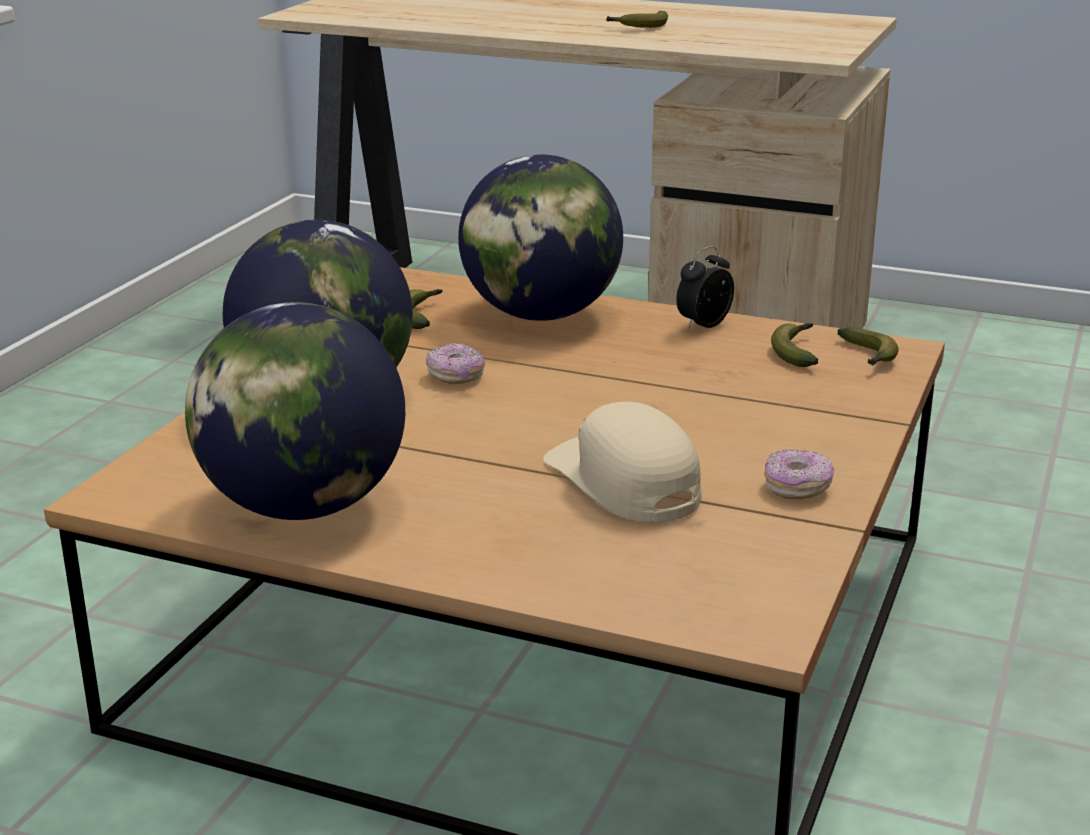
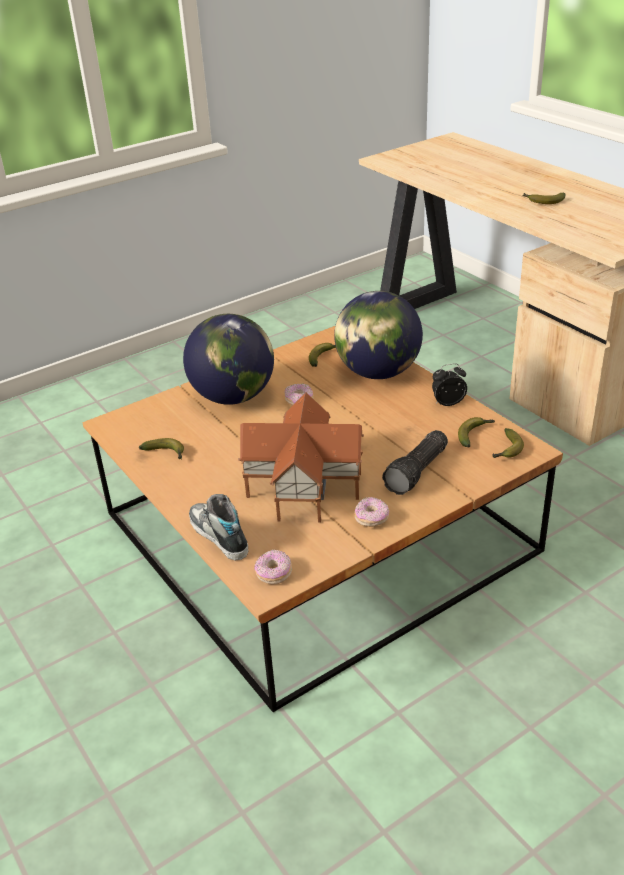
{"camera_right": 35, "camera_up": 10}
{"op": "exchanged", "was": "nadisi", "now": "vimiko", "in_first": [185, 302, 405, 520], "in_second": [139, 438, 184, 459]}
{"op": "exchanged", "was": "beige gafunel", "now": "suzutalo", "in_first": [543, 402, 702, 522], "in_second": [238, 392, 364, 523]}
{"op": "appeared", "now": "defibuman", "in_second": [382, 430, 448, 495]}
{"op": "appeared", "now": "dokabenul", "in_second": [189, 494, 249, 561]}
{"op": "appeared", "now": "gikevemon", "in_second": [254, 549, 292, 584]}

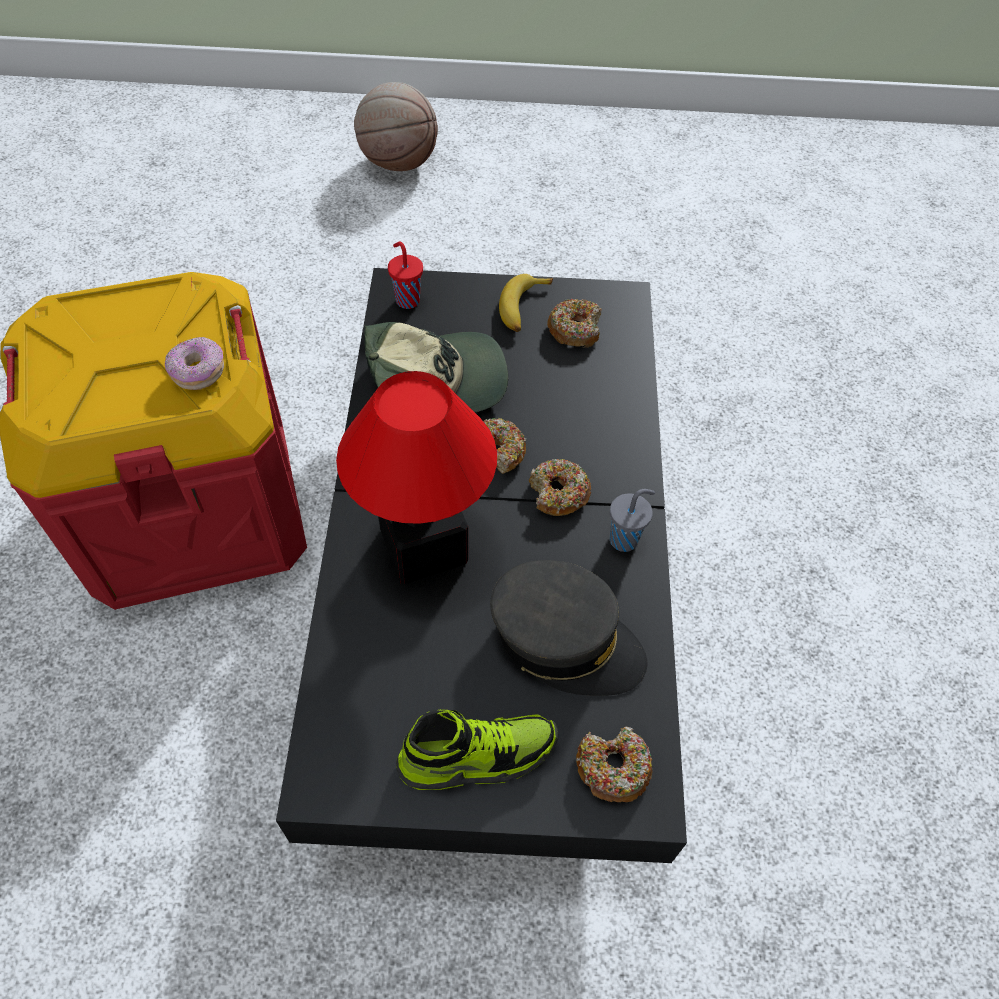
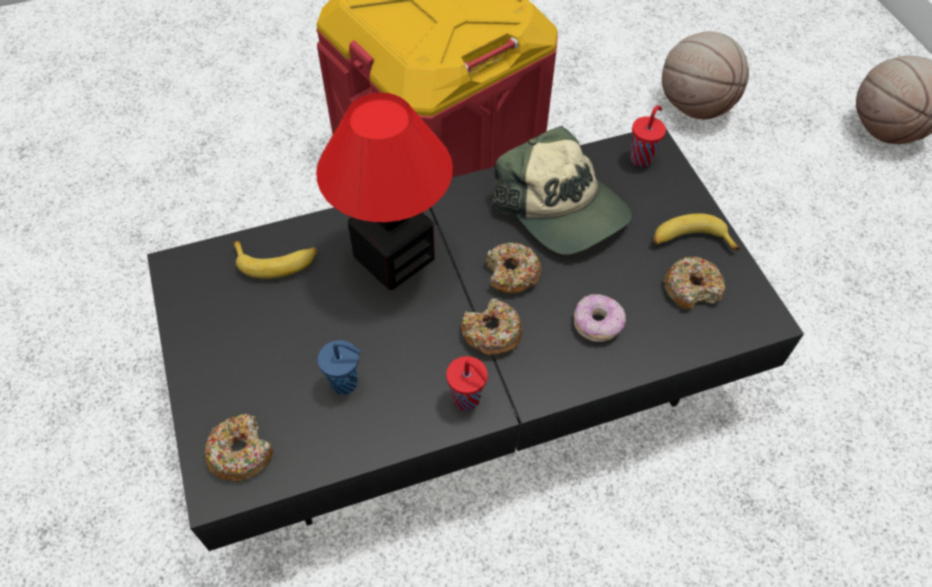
{"camera_right": 70, "camera_up": 0}
{"op": "relocated", "was": "gikevemon", "in_first": [165, 337, 224, 390], "in_second": [574, 294, 626, 342]}
{"op": "colour", "was": "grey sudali", "now": "red sudali", "in_first": [610, 489, 655, 552], "in_second": [446, 356, 488, 411]}
{"op": "exchanged", "was": "grey gafunel", "now": "blue sudali", "in_first": [490, 560, 647, 696], "in_second": [317, 340, 361, 395]}
{"op": "missing", "was": "dokabenul", "in_first": [396, 709, 558, 790]}
{"op": "appeared", "now": "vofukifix", "in_second": [662, 31, 749, 119]}
{"op": "appeared", "now": "vimiko", "in_second": [233, 241, 318, 279]}

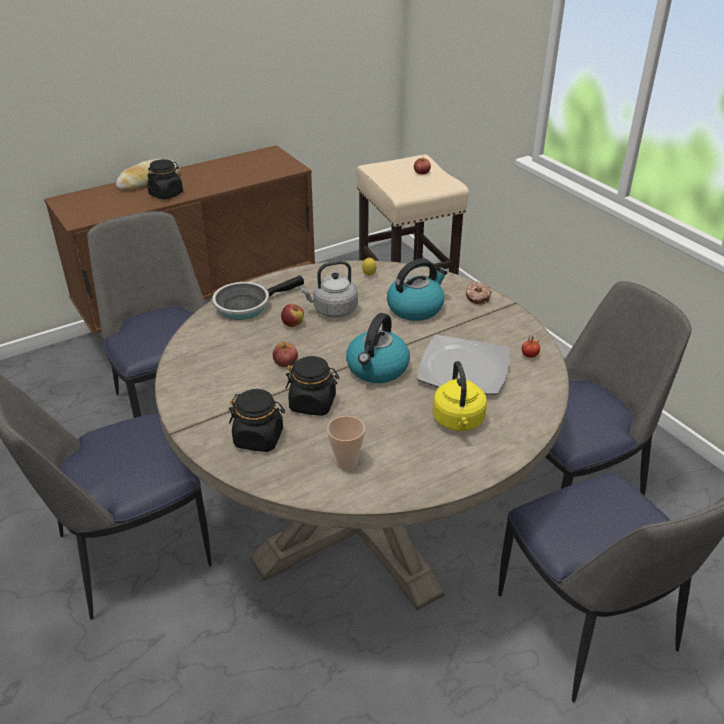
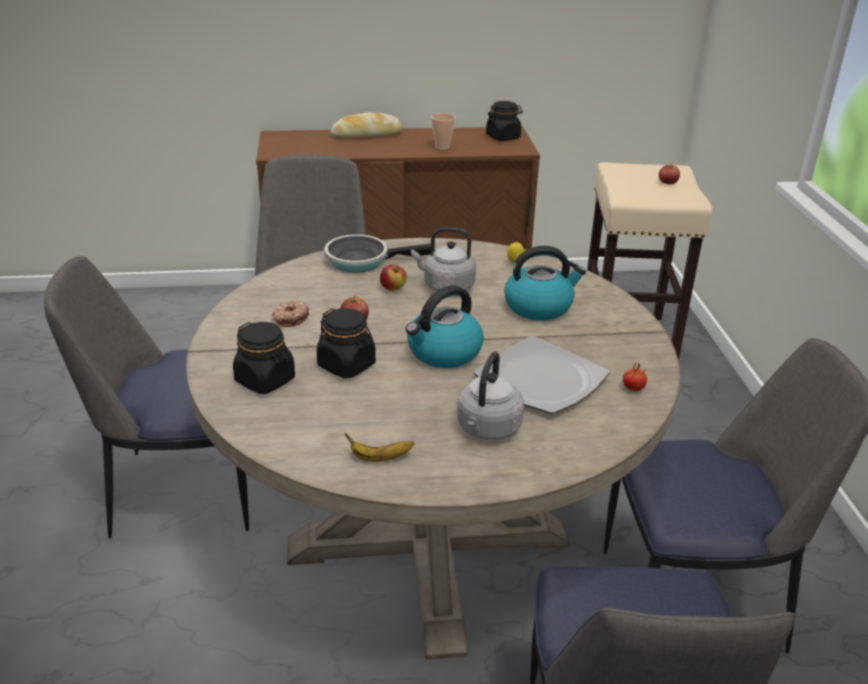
{"camera_right": 25, "camera_up": -5}
{"op": "relocated", "was": "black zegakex", "in_first": [147, 159, 183, 200], "in_second": [486, 101, 523, 141]}
{"op": "relocated", "was": "gikevemon", "in_first": [466, 283, 491, 305], "in_second": [272, 300, 309, 327]}
{"op": "colour", "was": "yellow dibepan", "now": "grey dibepan", "in_first": [433, 361, 487, 431], "in_second": [457, 352, 524, 440]}
{"op": "relocated", "was": "sudali", "in_first": [327, 416, 365, 471], "in_second": [431, 113, 456, 150]}
{"op": "appeared", "now": "vimiko", "in_second": [345, 433, 414, 462]}

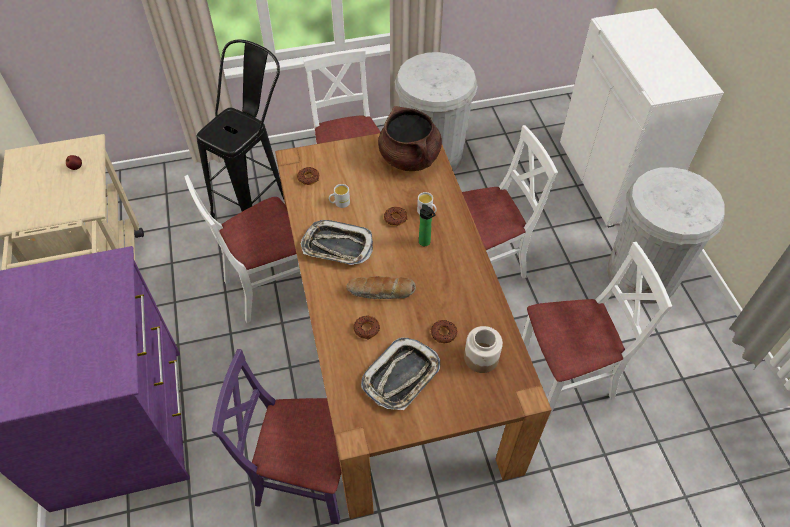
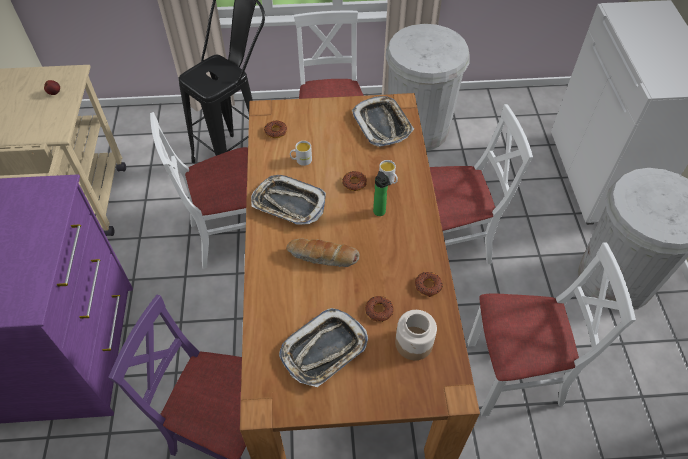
{"camera_right": 10, "camera_up": 0}
{"op": "exchanged", "was": "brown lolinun", "now": "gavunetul", "in_first": [378, 106, 442, 171], "in_second": [352, 96, 414, 147]}
{"op": "relocated", "was": "gikevemon", "in_first": [353, 316, 380, 340], "in_second": [415, 272, 443, 297]}

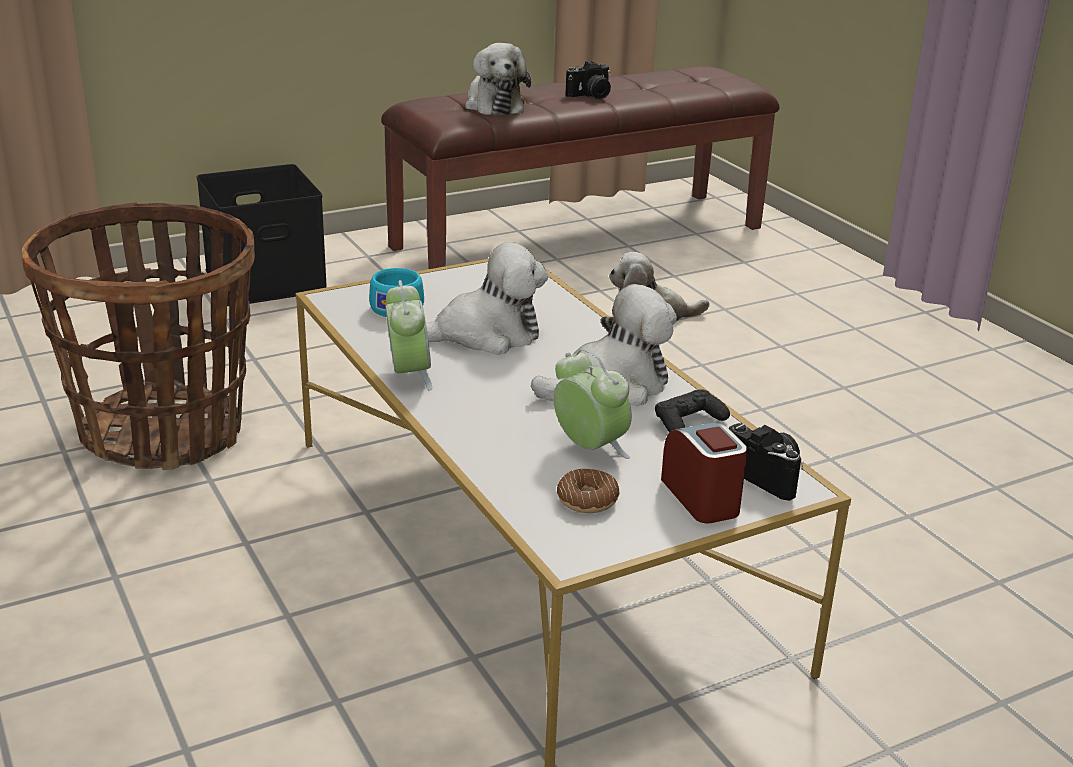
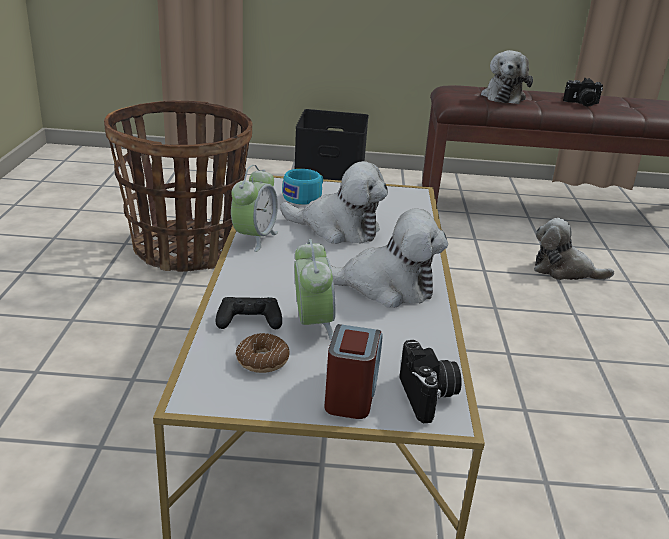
{"camera_right": 30, "camera_up": 0}
{"op": "relocated", "was": "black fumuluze", "in_first": [655, 389, 730, 432], "in_second": [216, 297, 282, 329]}

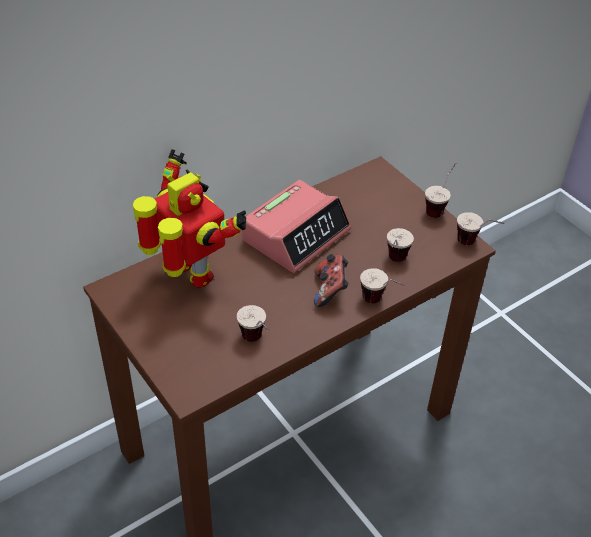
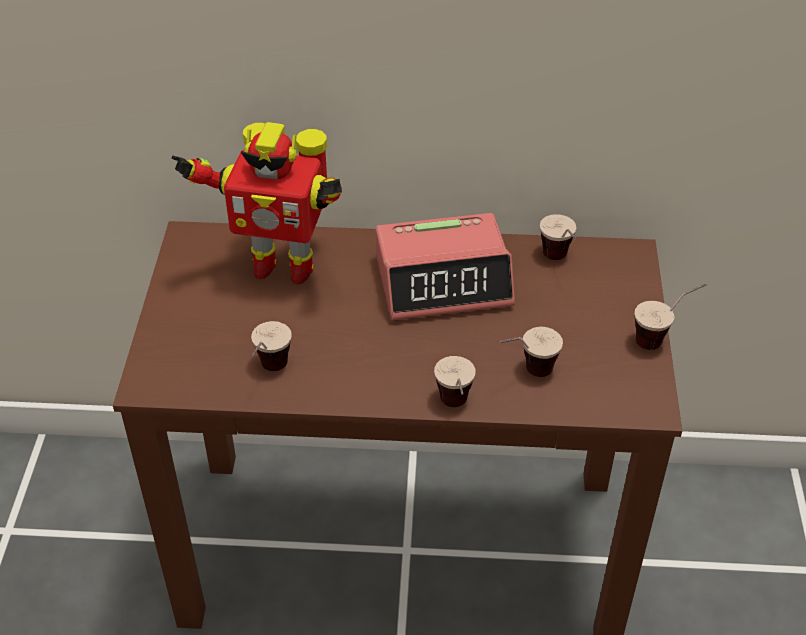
{"camera_right": 40, "camera_up": 0}
{"op": "spun", "was": "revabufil", "in_first": [133, 149, 246, 288], "in_second": [172, 122, 342, 285], "clockwise": 105}
{"op": "relocated", "was": "sudali", "in_first": [457, 212, 504, 245], "in_second": [540, 214, 576, 260]}
{"op": "missing", "was": "fumuluze", "in_first": [314, 254, 349, 307]}

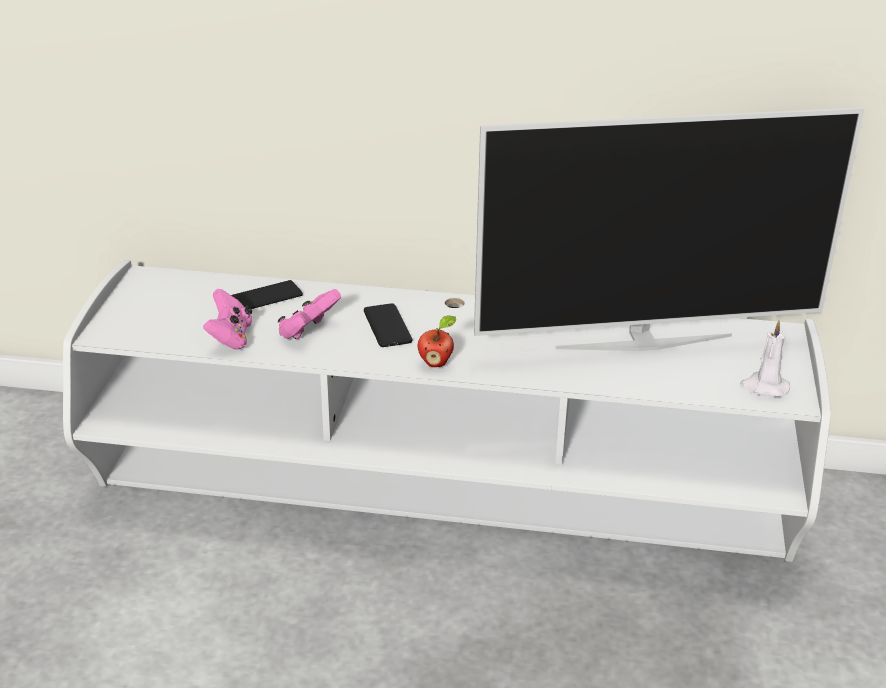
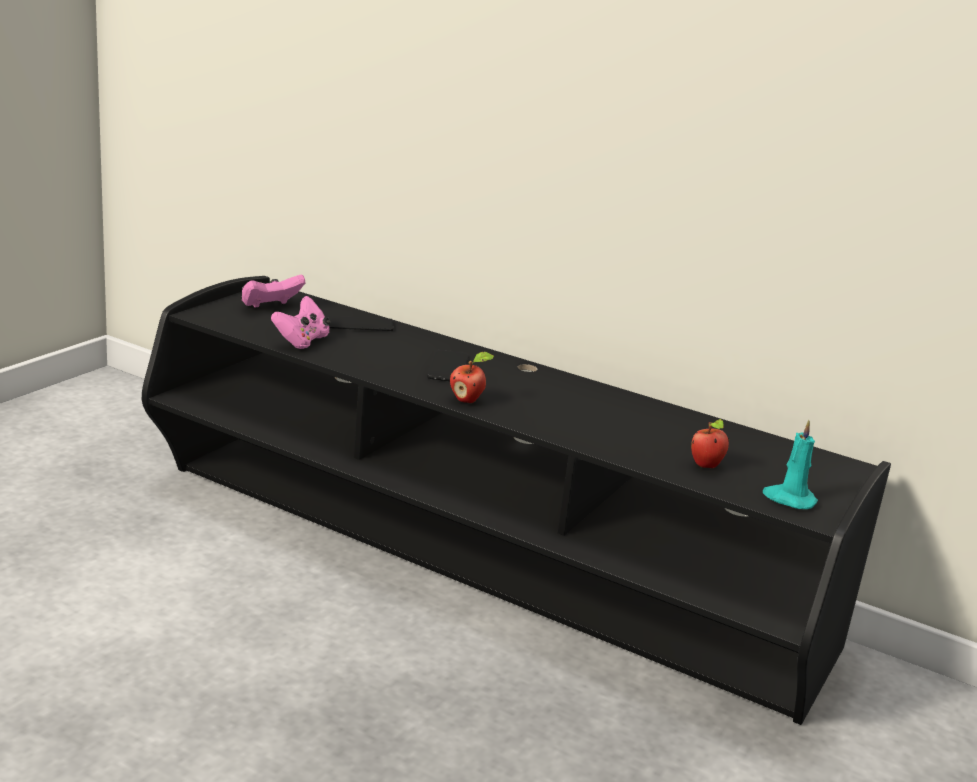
{"camera_right": 20, "camera_up": -10}
{"op": "missing", "was": "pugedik", "in_first": [474, 107, 865, 351]}
{"op": "colour", "was": "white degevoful", "now": "black degevoful", "in_first": [63, 260, 831, 562], "in_second": [142, 276, 891, 725]}
{"op": "relocated", "was": "pink fumuluze", "in_first": [278, 289, 341, 339], "in_second": [242, 274, 305, 308]}
{"op": "colour", "was": "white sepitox", "now": "turquoise sepitox", "in_first": [740, 320, 790, 397], "in_second": [763, 420, 818, 509]}
{"op": "appeared", "now": "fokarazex", "in_second": [691, 419, 729, 468]}

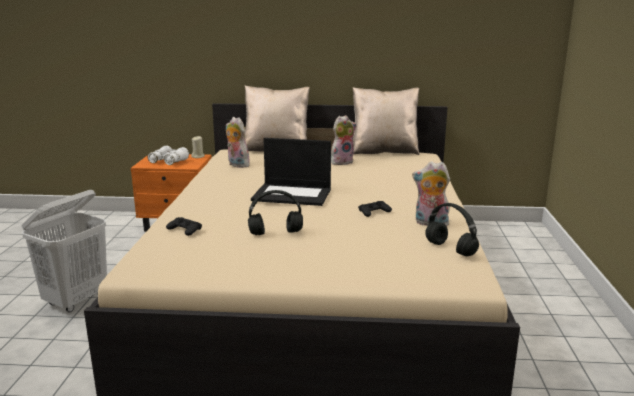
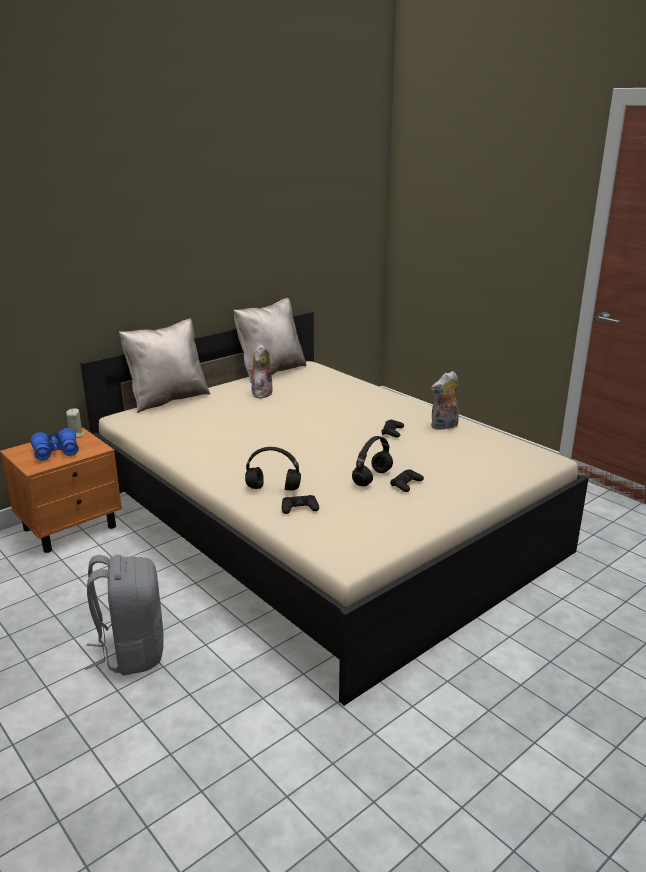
{"camera_right": -45, "camera_up": 5}
{"op": "missing", "was": "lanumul", "in_first": [226, 117, 250, 168]}
{"op": "missing", "was": "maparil", "in_first": [251, 138, 331, 206]}
{"op": "colour", "was": "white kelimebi", "now": "blue kelimebi", "in_first": [147, 145, 189, 165], "in_second": [30, 428, 79, 461]}
{"op": "exchanged", "was": "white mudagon", "now": "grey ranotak", "in_first": [21, 190, 107, 312], "in_second": [85, 555, 164, 675]}
{"op": "relocated", "was": "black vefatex", "in_first": [425, 203, 479, 256], "in_second": [245, 447, 301, 491]}
{"op": "appeared", "now": "black fumuluze", "in_second": [390, 469, 424, 492]}

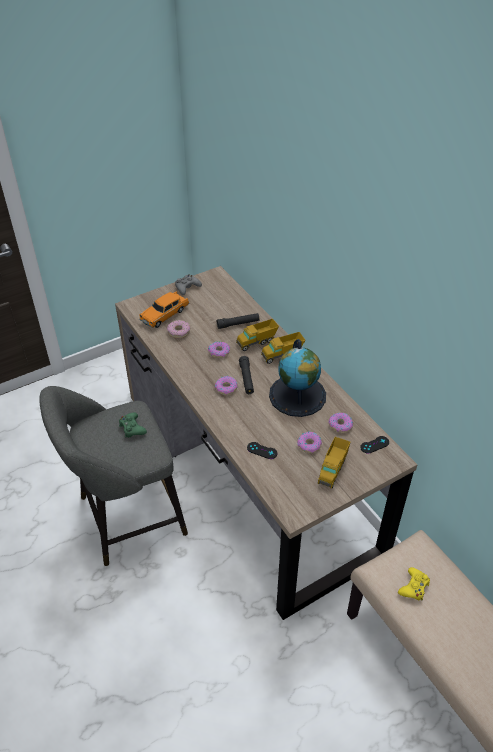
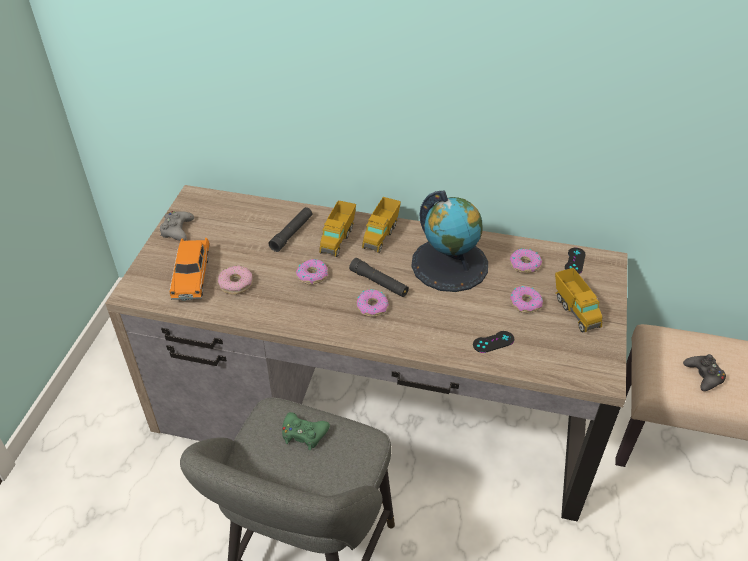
{"camera_right": -45, "camera_up": 0}
{"op": "colour", "was": "yellow fumuluze", "now": "black fumuluze", "in_first": [398, 567, 430, 600], "in_second": [683, 354, 726, 391]}

